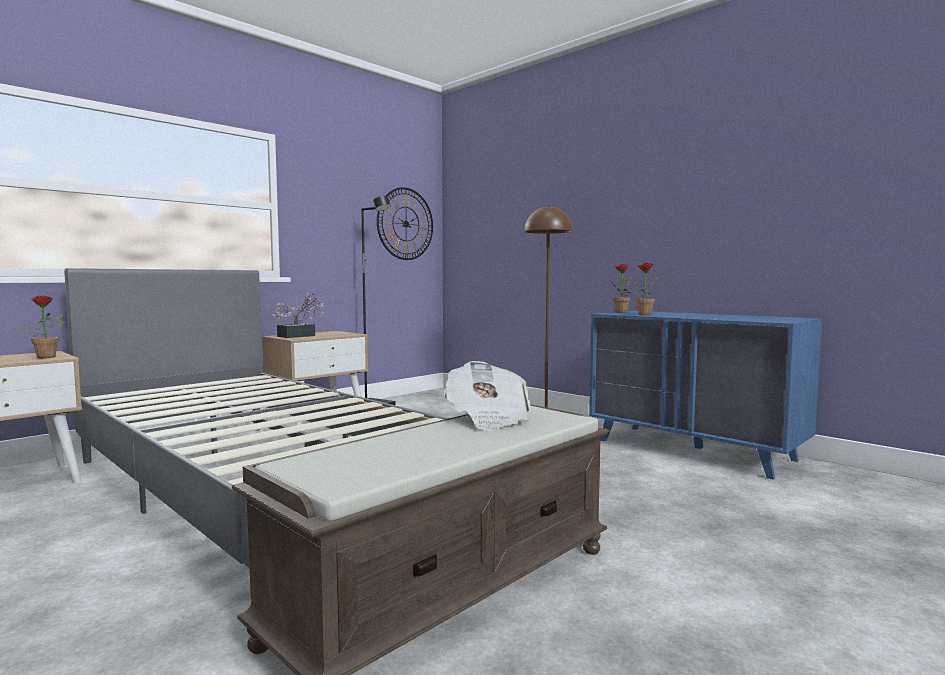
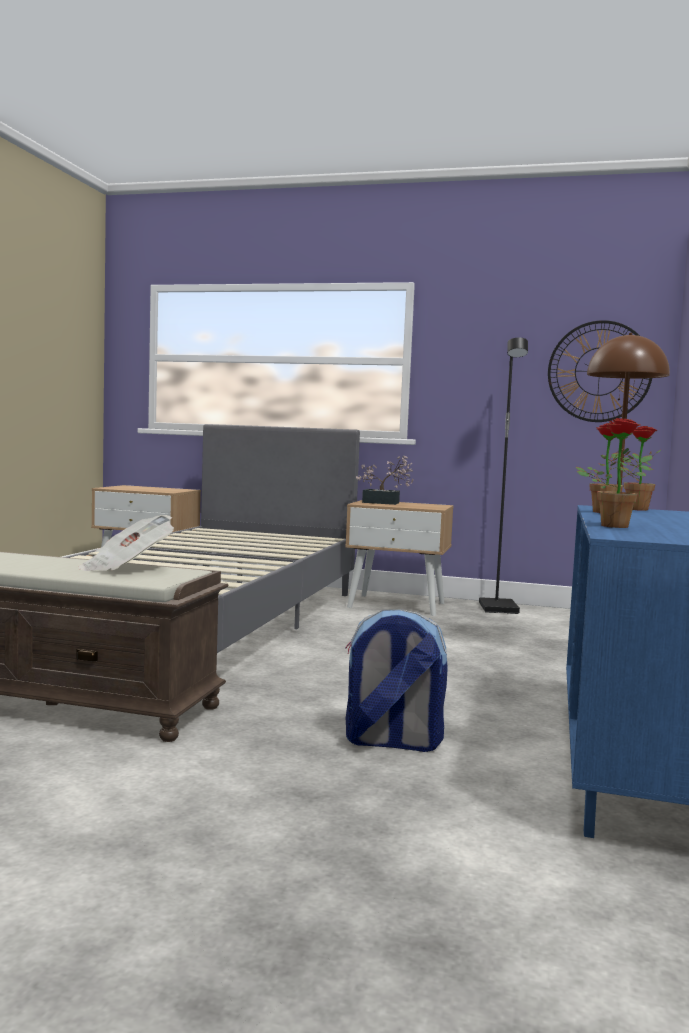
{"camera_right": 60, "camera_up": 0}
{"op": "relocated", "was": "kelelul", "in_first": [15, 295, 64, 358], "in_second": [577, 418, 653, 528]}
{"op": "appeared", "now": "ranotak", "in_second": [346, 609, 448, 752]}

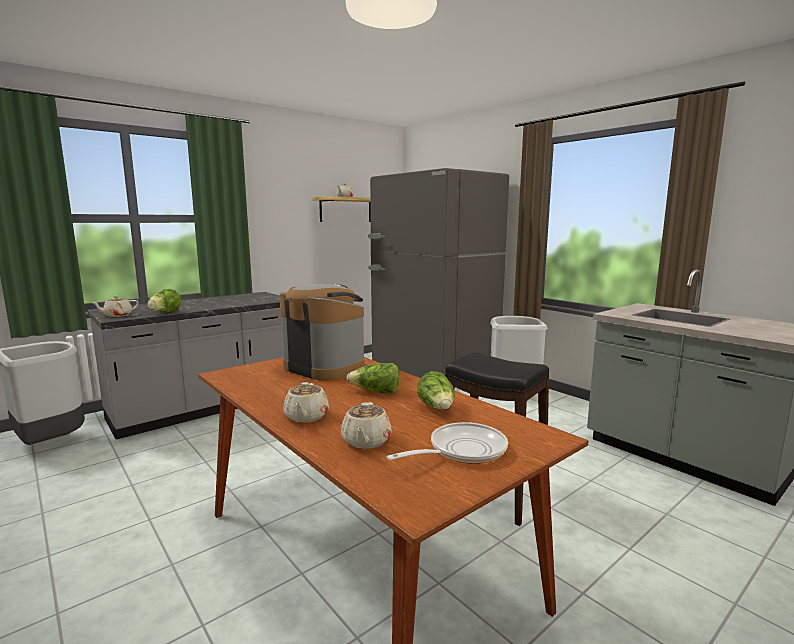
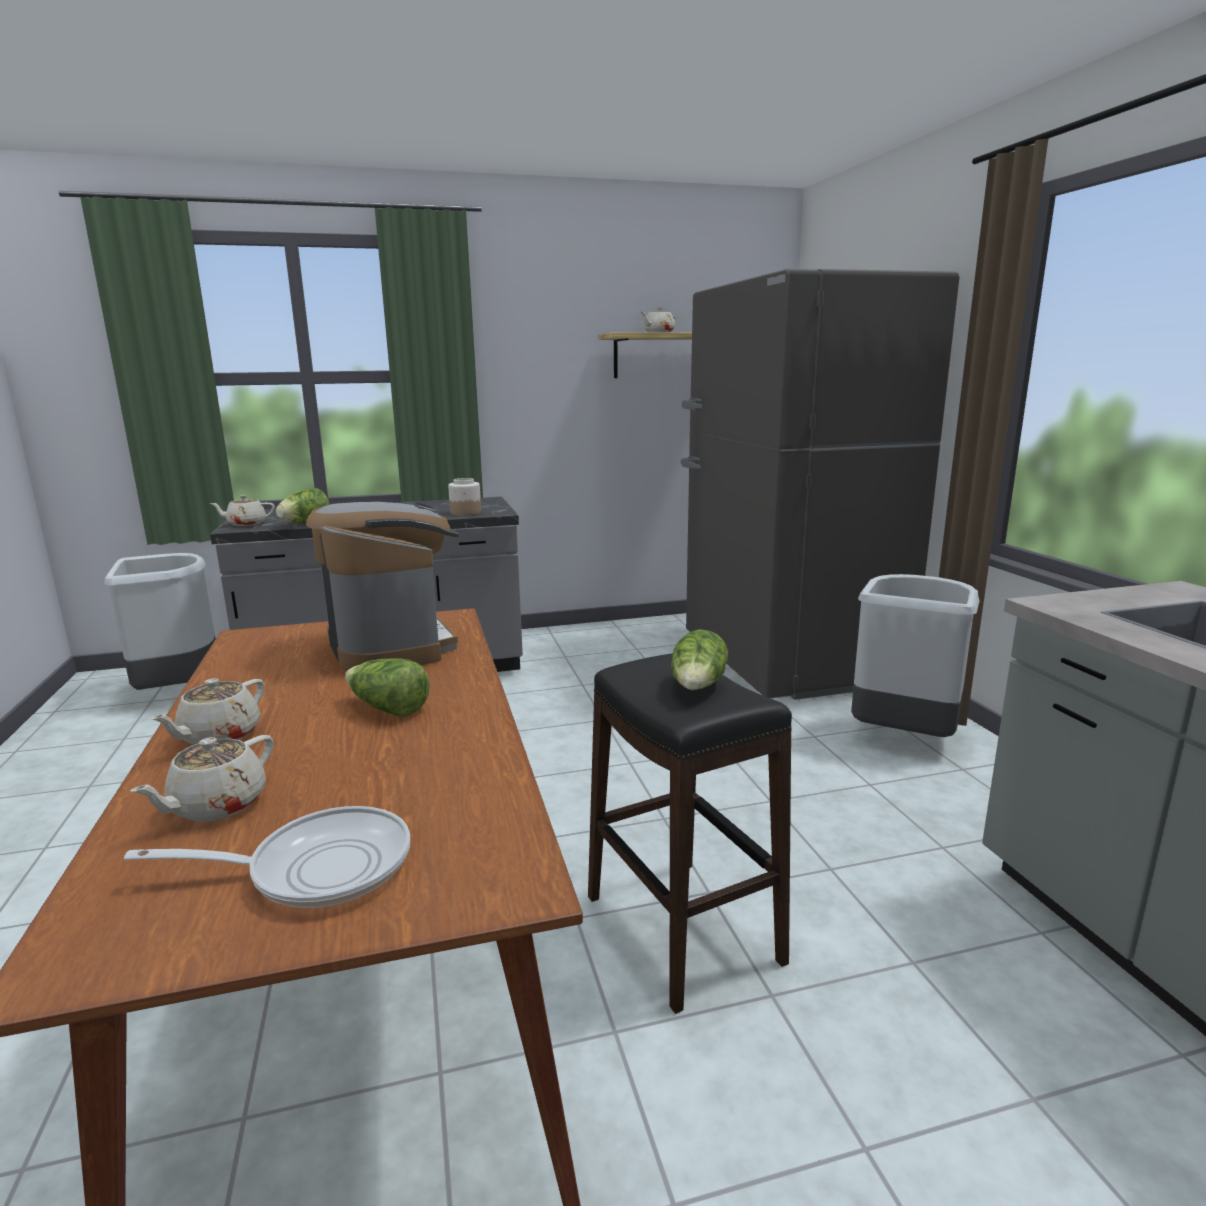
{"camera_right": 25, "camera_up": 5}
{"op": "relocated", "was": "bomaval", "in_first": [417, 371, 455, 410], "in_second": [671, 629, 728, 690]}
{"op": "appeared", "now": "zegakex", "in_second": [448, 478, 481, 516]}

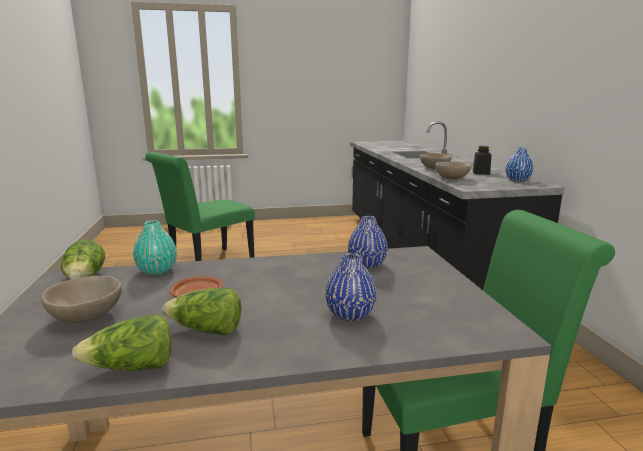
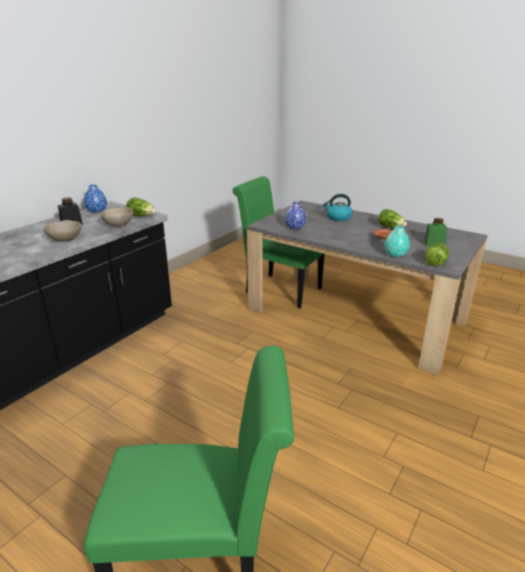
{"camera_right": -135, "camera_up": 10}
{"op": "exchanged", "was": "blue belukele", "now": "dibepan", "in_first": [325, 253, 377, 321], "in_second": [323, 194, 353, 221]}
{"op": "exchanged", "was": "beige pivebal", "now": "green zegakex", "in_first": [41, 276, 122, 323], "in_second": [424, 218, 448, 246]}
{"op": "relocated", "was": "bomaval", "in_first": [72, 315, 172, 370], "in_second": [126, 197, 156, 216]}

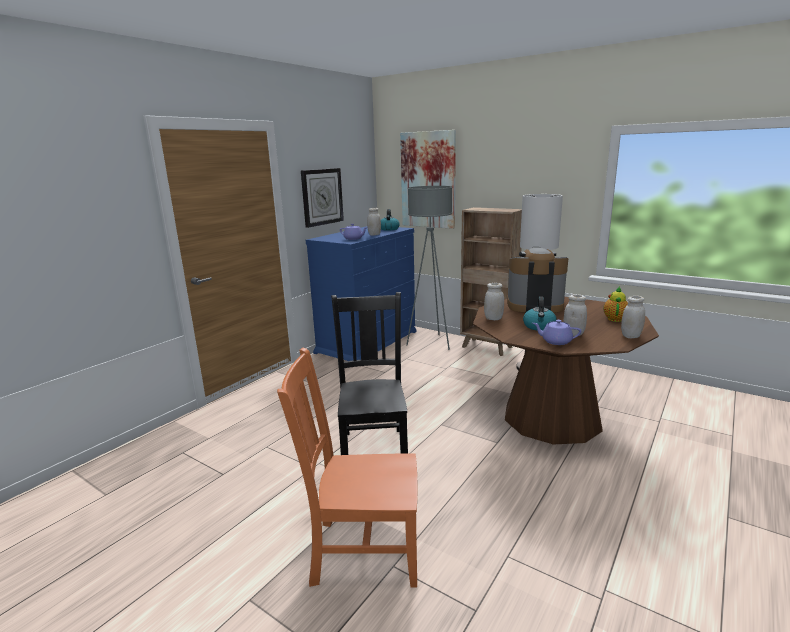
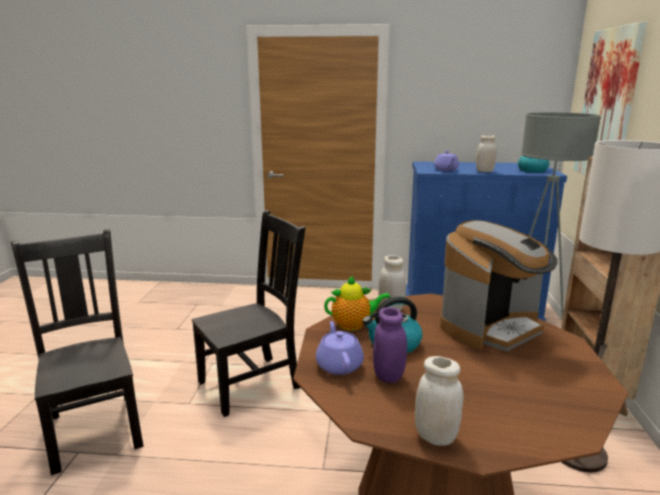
{"camera_right": 60, "camera_up": 0}
{"op": "missing", "was": "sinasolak", "in_first": [301, 168, 344, 228]}
{"op": "spun", "was": "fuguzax", "in_first": [507, 247, 568, 313], "in_second": [440, 220, 558, 352], "clockwise": 75}
{"op": "relocated", "was": "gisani", "in_first": [603, 286, 628, 322], "in_second": [324, 276, 391, 331]}
{"op": "colour", "was": "white zegakex", "now": "purple zegakex", "in_first": [564, 295, 587, 336], "in_second": [373, 307, 407, 383]}
{"op": "colour", "was": "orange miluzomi", "now": "black miluzomi", "in_first": [277, 347, 417, 587], "in_second": [11, 229, 144, 475]}

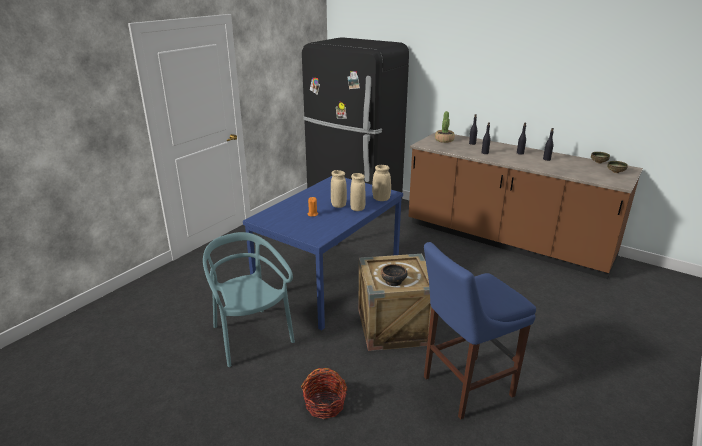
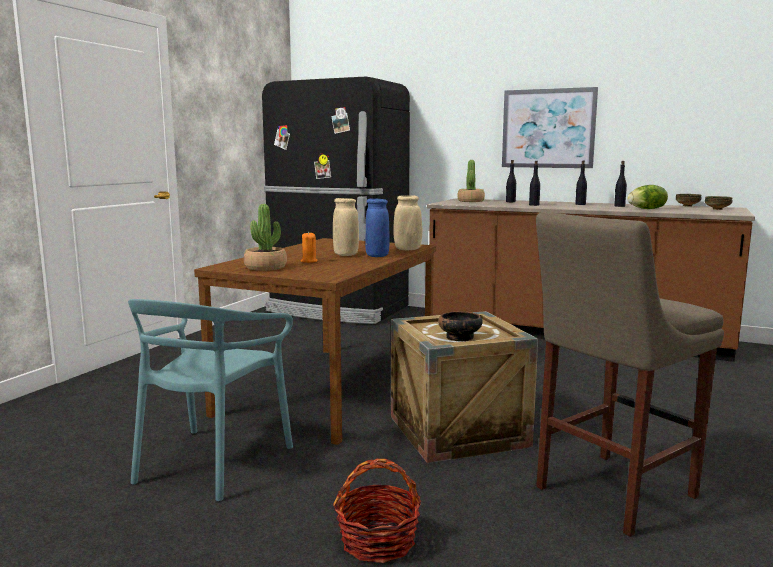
{"camera_right": -10, "camera_up": -15}
{"op": "colour", "was": "beige belukele", "now": "blue belukele", "in_first": [350, 173, 365, 211], "in_second": [365, 198, 390, 257]}
{"op": "colour", "was": "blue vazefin", "now": "brown vazefin", "in_first": [243, 176, 403, 330], "in_second": [194, 238, 436, 445]}
{"op": "spun", "was": "turquoise miluzomi", "in_first": [203, 232, 295, 367], "in_second": [128, 299, 293, 501], "clockwise": -120}
{"op": "colour", "was": "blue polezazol", "now": "beige polezazol", "in_first": [424, 242, 536, 419], "in_second": [536, 212, 724, 537]}
{"op": "appeared", "now": "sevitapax", "in_second": [502, 87, 598, 168]}
{"op": "appeared", "now": "bomaval", "in_second": [627, 185, 668, 209]}
{"op": "appeared", "now": "kelelul", "in_second": [244, 204, 287, 271]}

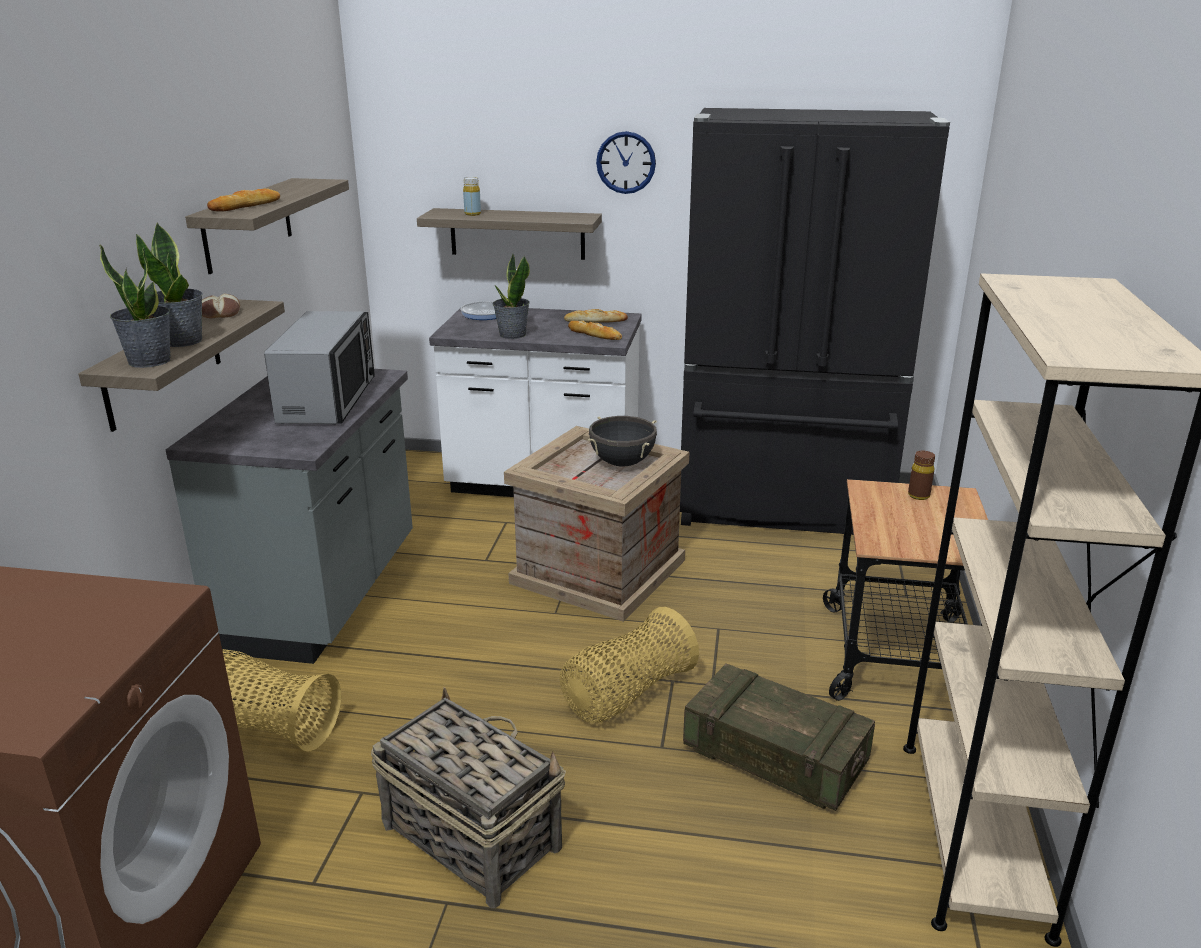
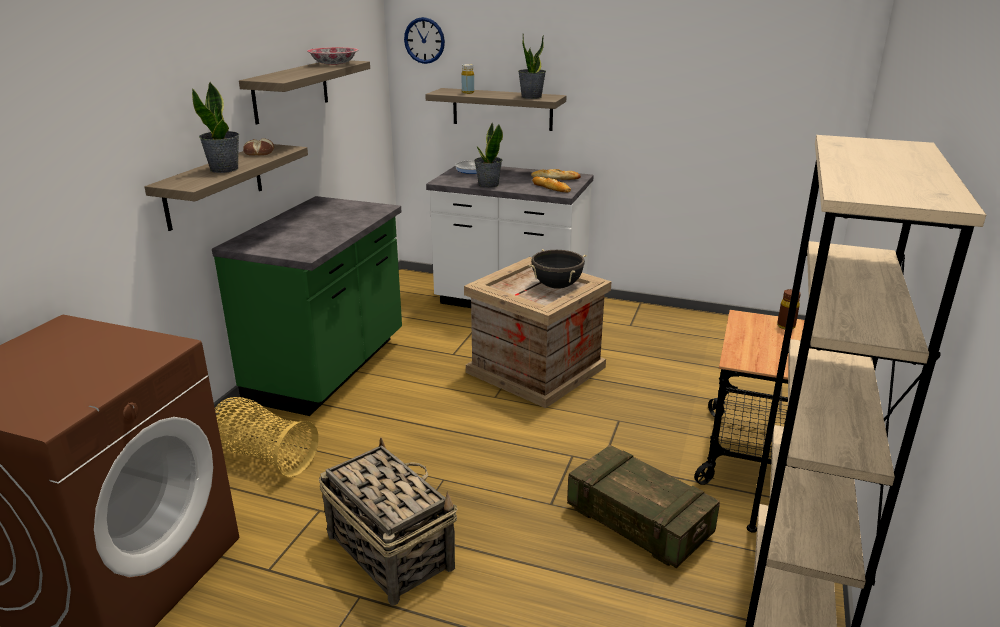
{"camera_right": 10, "camera_up": 0}
{"op": "missing", "was": "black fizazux", "in_first": [680, 108, 950, 535]}
{"op": "relocated", "was": "sinasolak", "in_first": [596, 131, 656, 194], "in_second": [404, 17, 445, 64]}
{"op": "missing", "was": "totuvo", "in_first": [207, 188, 280, 211]}
{"op": "relocated", "was": "kelelul", "in_first": [99, 244, 171, 368], "in_second": [518, 34, 546, 99]}
{"op": "missing", "was": "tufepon", "in_first": [264, 311, 375, 424]}
{"op": "colour", "was": "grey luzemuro", "now": "green luzemuro", "in_first": [166, 369, 413, 664], "in_second": [212, 196, 402, 416]}
{"op": "missing", "was": "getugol", "in_first": [560, 607, 699, 723]}
{"op": "appeared", "now": "pivebal", "in_second": [307, 47, 358, 65]}

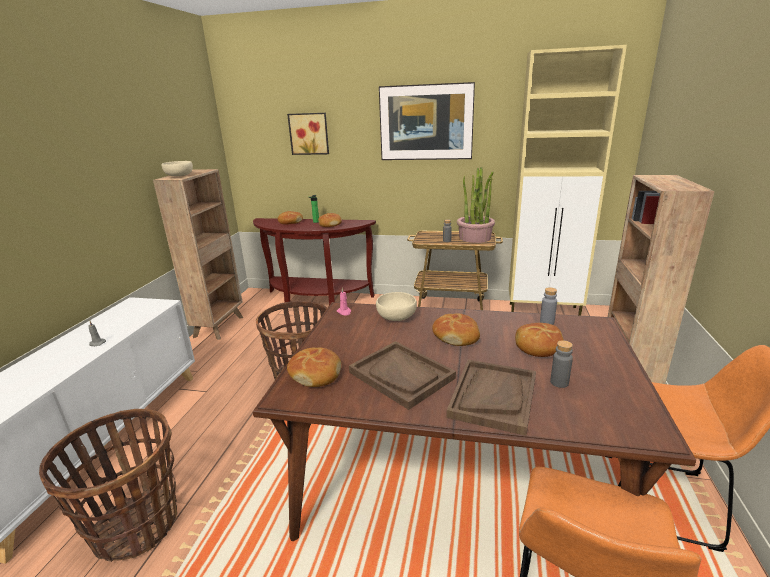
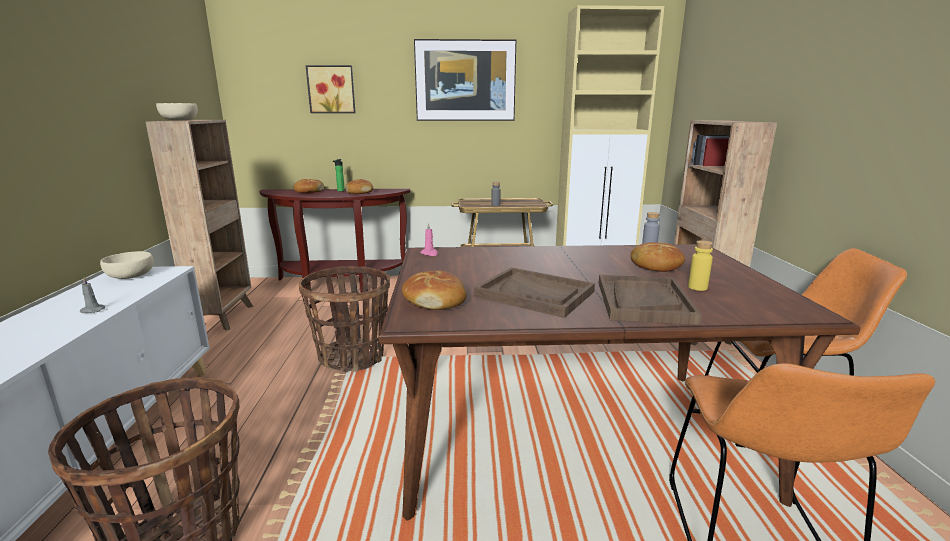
{"camera_right": -15, "camera_up": -5}
{"op": "missing", "was": "kelelul", "in_first": [457, 167, 495, 243]}
{"op": "relocated", "was": "beige pivebal", "in_first": [376, 292, 417, 321], "in_second": [100, 251, 154, 279]}
{"op": "missing", "was": "totuvo", "in_first": [432, 313, 480, 346]}
{"op": "colour", "was": "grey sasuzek", "now": "yellow sasuzek", "in_first": [550, 340, 573, 388], "in_second": [688, 240, 713, 291]}

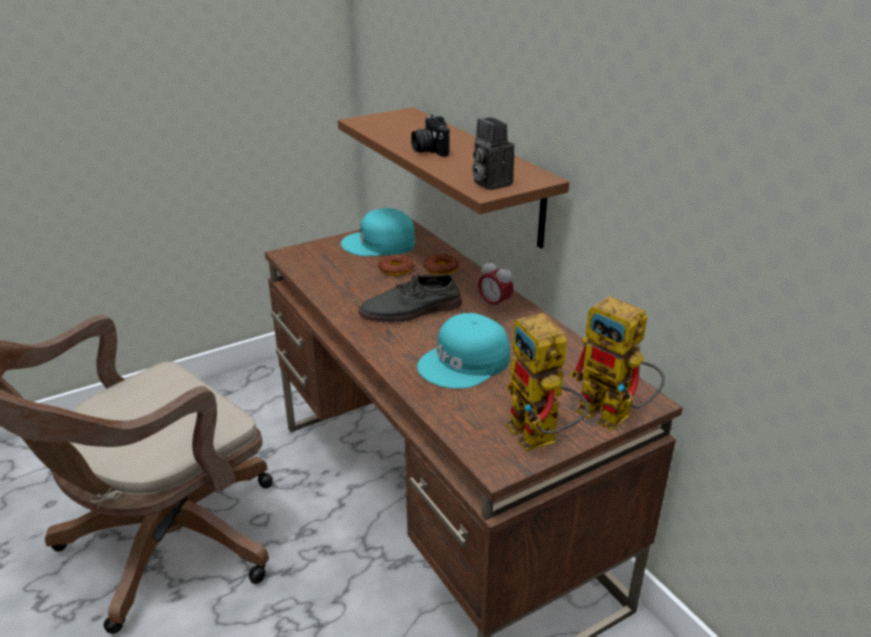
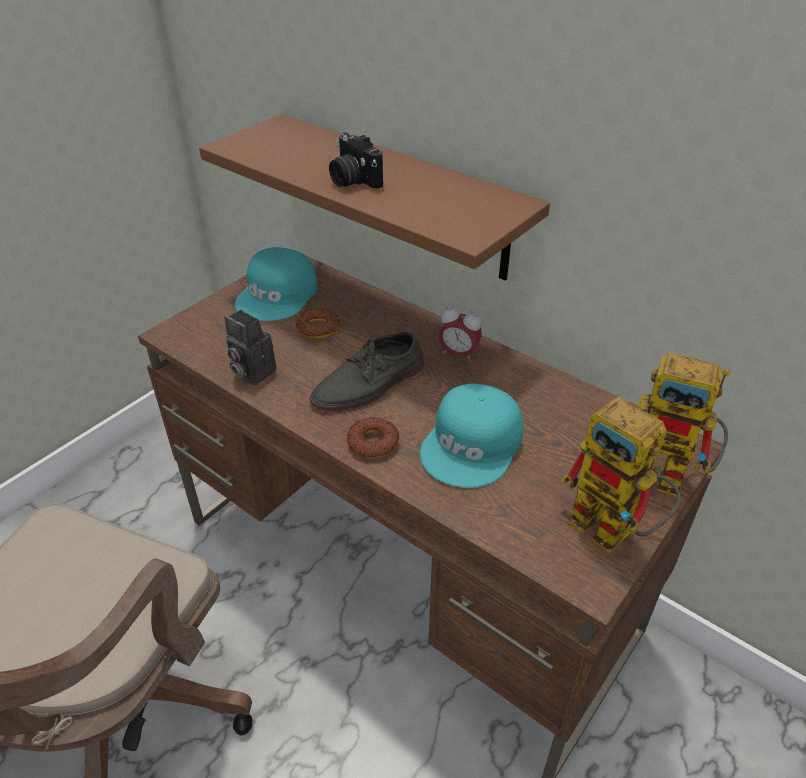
{"camera_right": -20, "camera_up": 10}
{"op": "relocated", "was": "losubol", "in_first": [472, 117, 515, 190], "in_second": [224, 310, 276, 386]}
{"op": "spun", "was": "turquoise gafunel", "in_first": [341, 208, 415, 256], "in_second": [235, 247, 318, 321], "clockwise": -45}
{"op": "relocated", "was": "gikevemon", "in_first": [424, 254, 459, 275], "in_second": [347, 417, 399, 458]}

